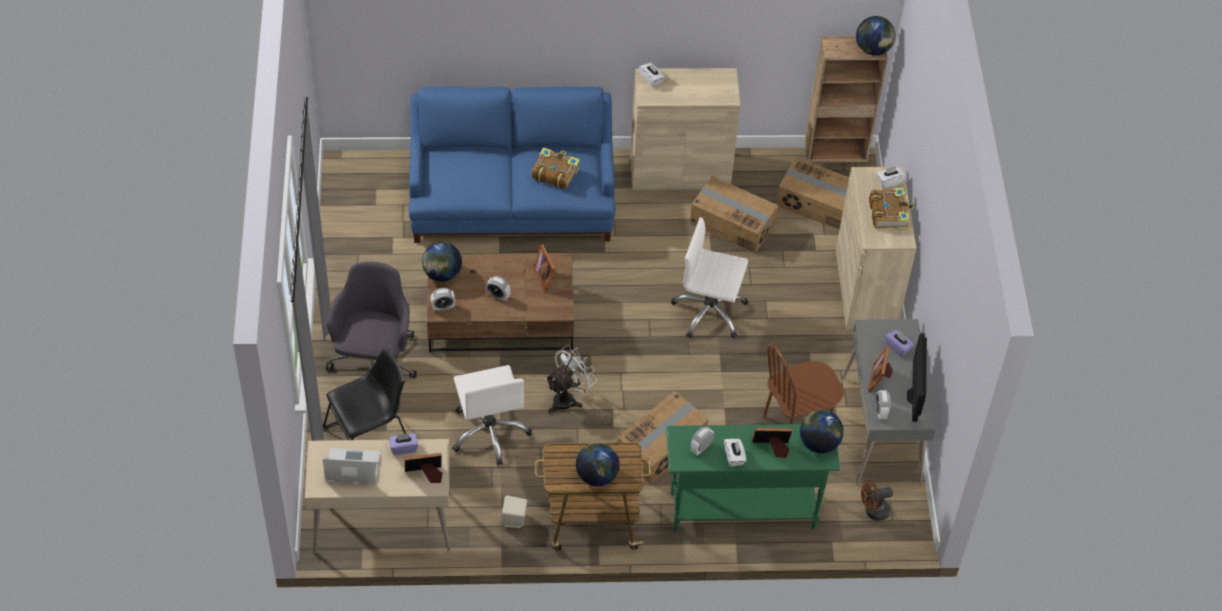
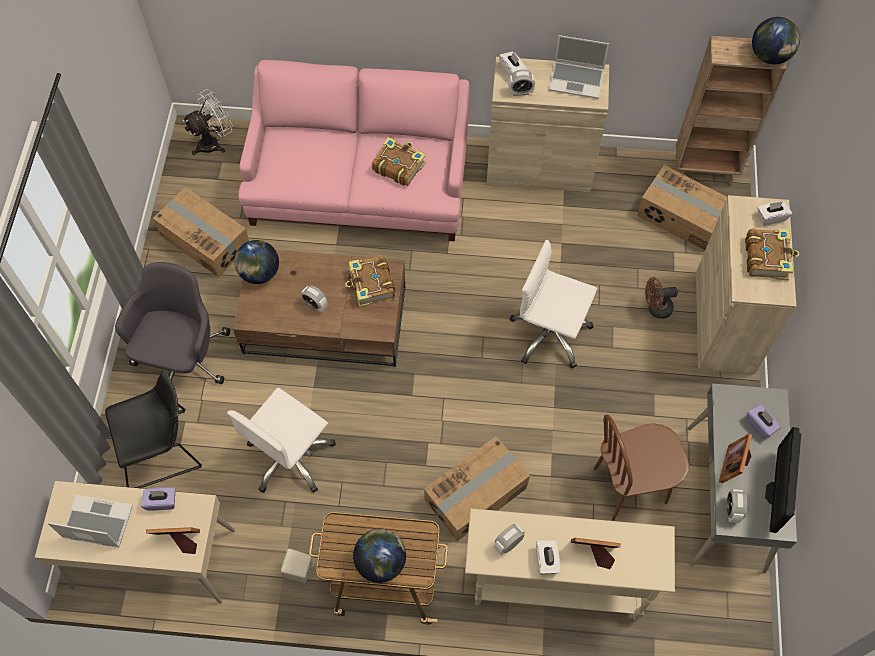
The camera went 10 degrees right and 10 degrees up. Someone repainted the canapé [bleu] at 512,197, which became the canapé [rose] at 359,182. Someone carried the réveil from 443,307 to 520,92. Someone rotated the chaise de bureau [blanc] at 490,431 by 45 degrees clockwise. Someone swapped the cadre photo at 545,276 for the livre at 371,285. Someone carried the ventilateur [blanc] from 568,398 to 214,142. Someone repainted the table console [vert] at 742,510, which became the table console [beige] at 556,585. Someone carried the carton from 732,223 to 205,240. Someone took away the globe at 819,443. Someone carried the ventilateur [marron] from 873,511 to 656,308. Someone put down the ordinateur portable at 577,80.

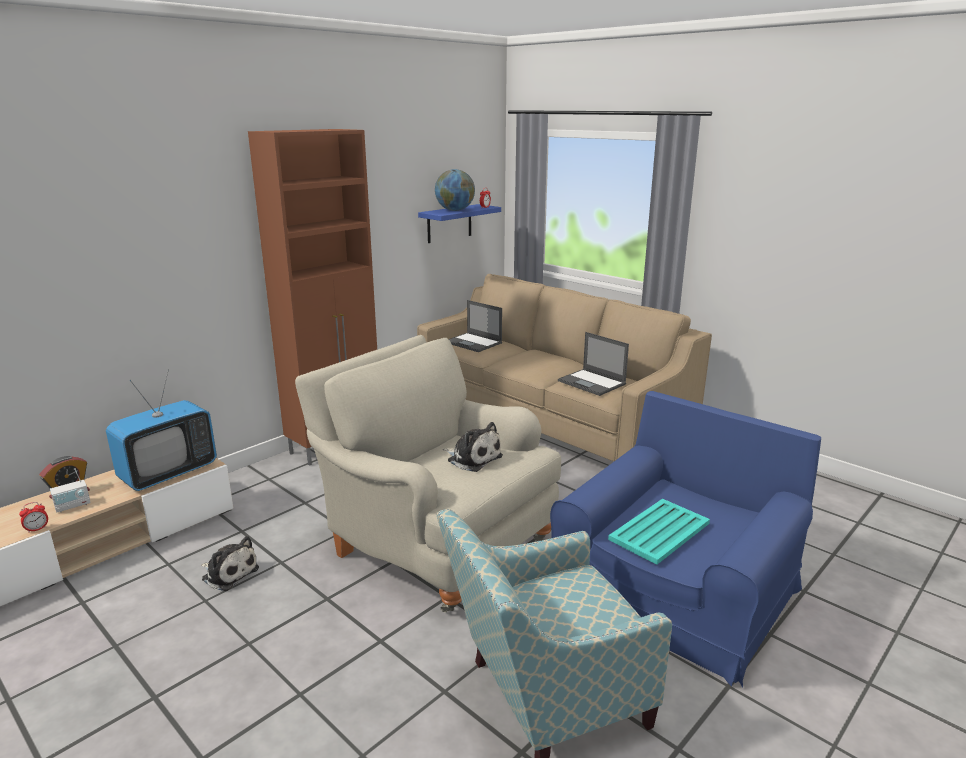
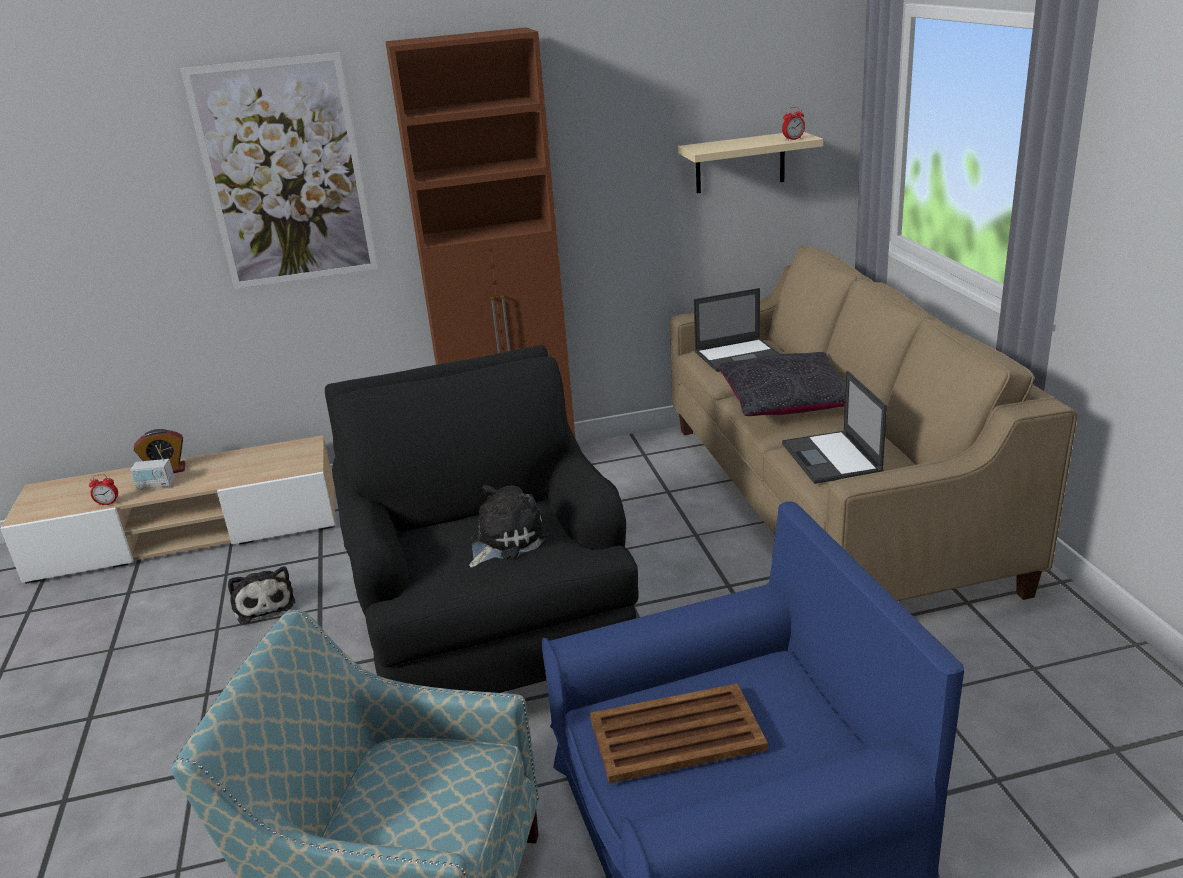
The camera went 35 degrees right and 5 degrees up. Someone took away the téléviseur at 168,473. Someone repainted the fauteuil [beige] at 435,543, which became the fauteuil [noir] at 494,640. Someone repainted the étagère [bleu] at 449,223, which became the étagère [beige] at 740,162. Someone took away the globe at 455,210. Someone rotated the peluche at 472,458 by 120 degrees counterclockwise. Someone rotated the ordinateur portable at 474,343 by 90 degrees counterclockwise. Someone repainted the plateau [turquoise] at 658,531, which became the plateau [marron] at 674,734. Someone put up the tableau at 285,174. Someone put down the coussin [noir] at 786,403.

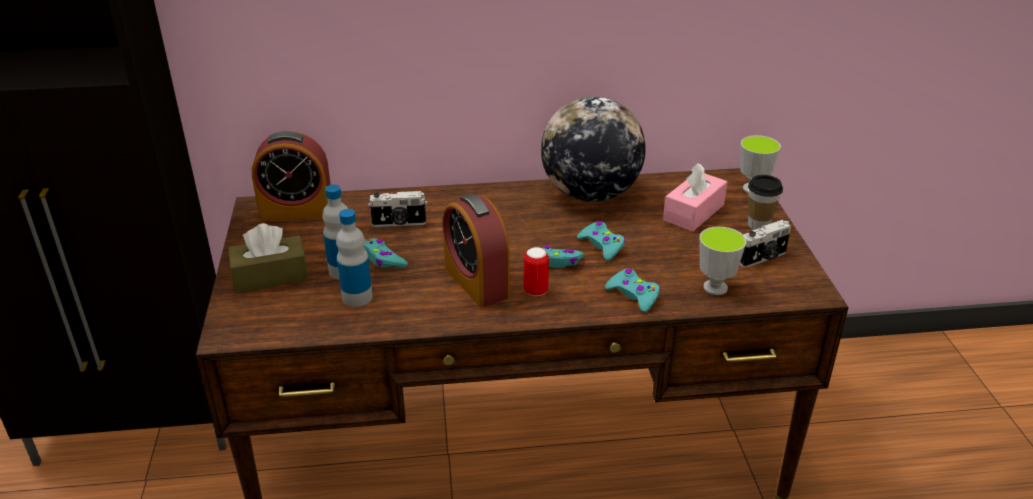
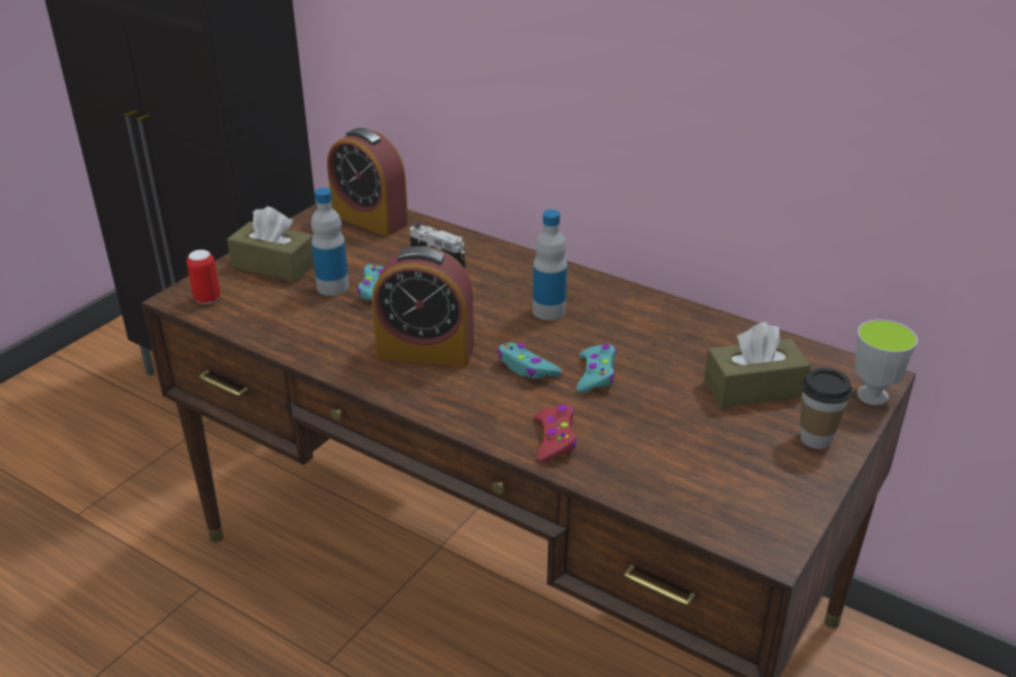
The camera went 40 degrees right and 0 degrees up. Someone carried the bouteille from 357,297 to 549,311. Someone rotated the réveil at 476,282 by 90 degrees counterclockwise. Someone carried the boîte métallique from 535,291 to 207,299. Someone took away the globe at 590,194. Someone repainted the manette [turquoise] at 633,295, which became the manette [rouge] at 554,439. Someone repainted the boîte à mouchoirs [rose] at 693,212, which became the boîte à mouchoirs [marron] at 754,388. Someone took away the tasse at 715,287. Someone took away the appareil photo at 763,258.

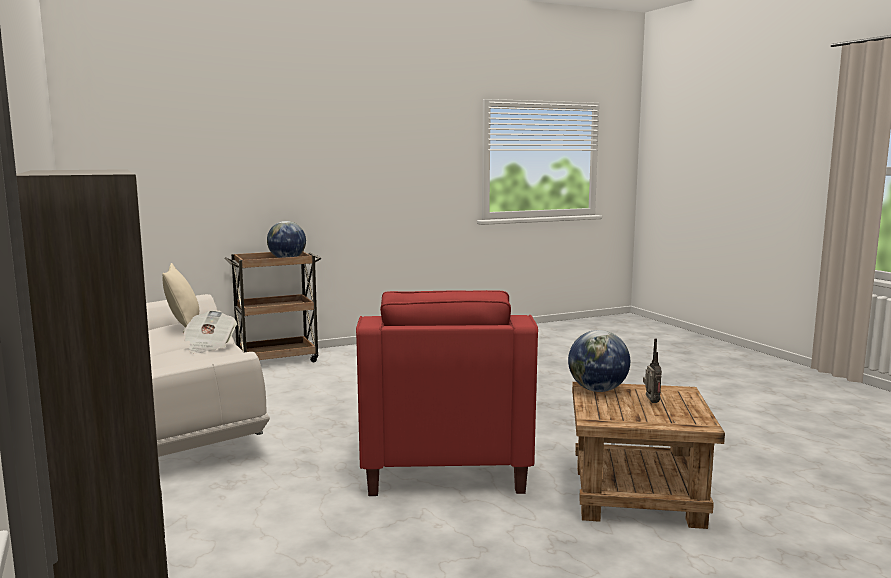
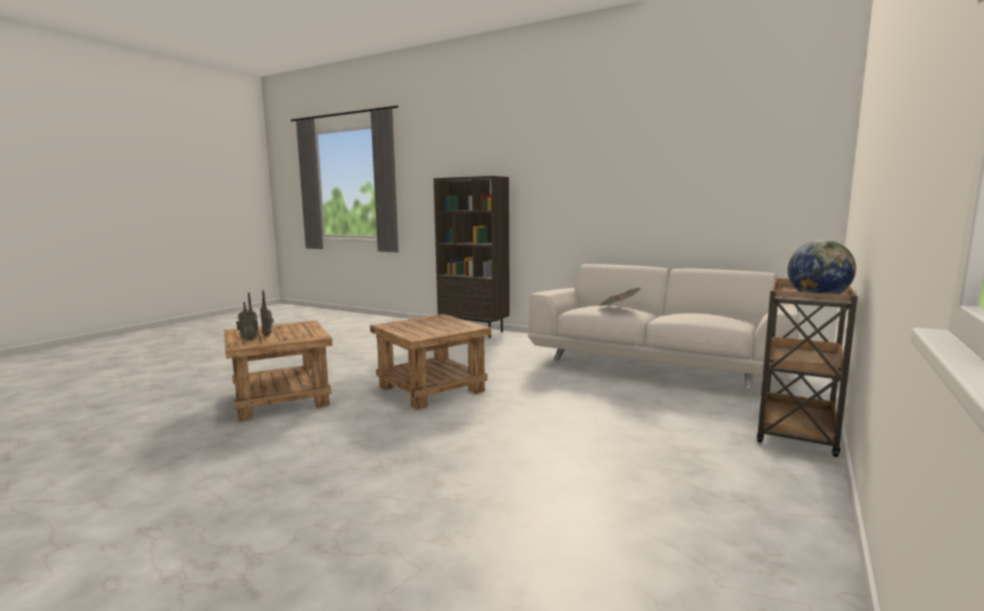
The camera went 145 degrees right and 0 degrees up. Someone took away the coussin [beige] at 184,327. Someone swapped the fauteuil [rouge] at 443,459 for the table d'appoint [marron] at 431,388. Someone took away the globe at 597,390. Someone put down the radio at 249,339.

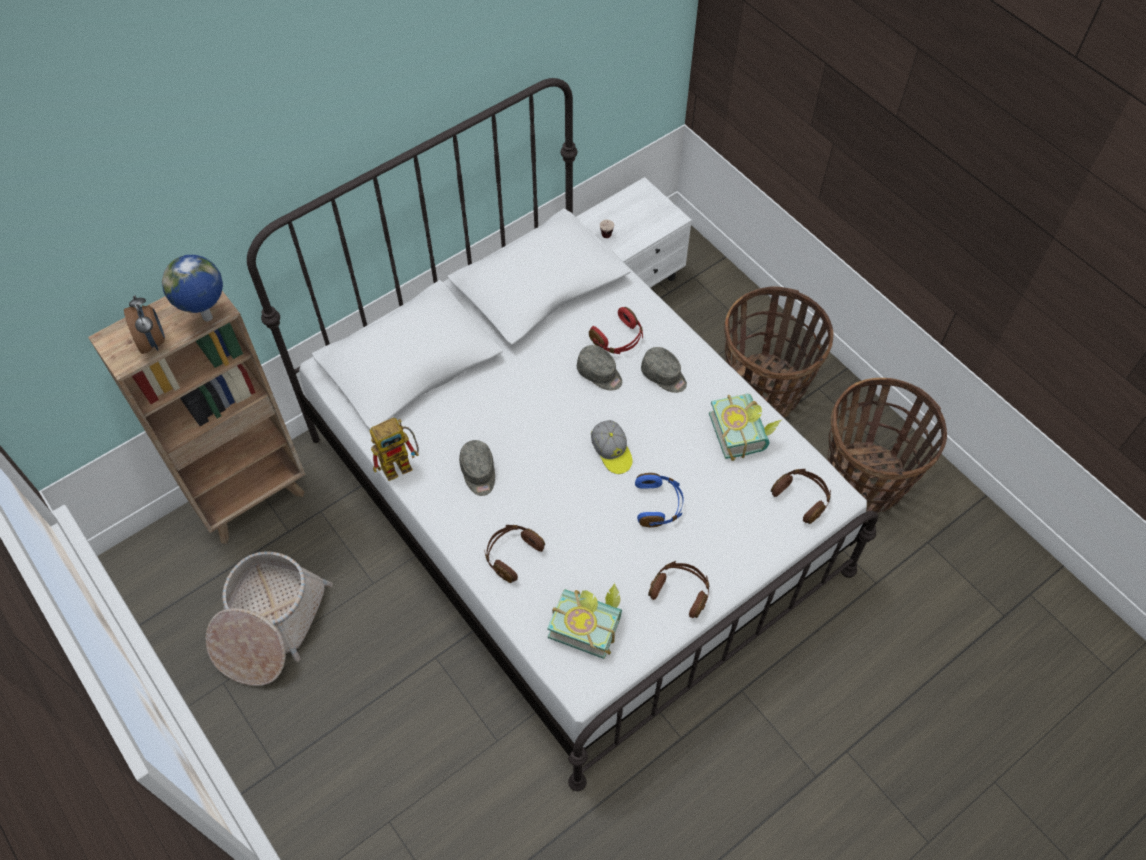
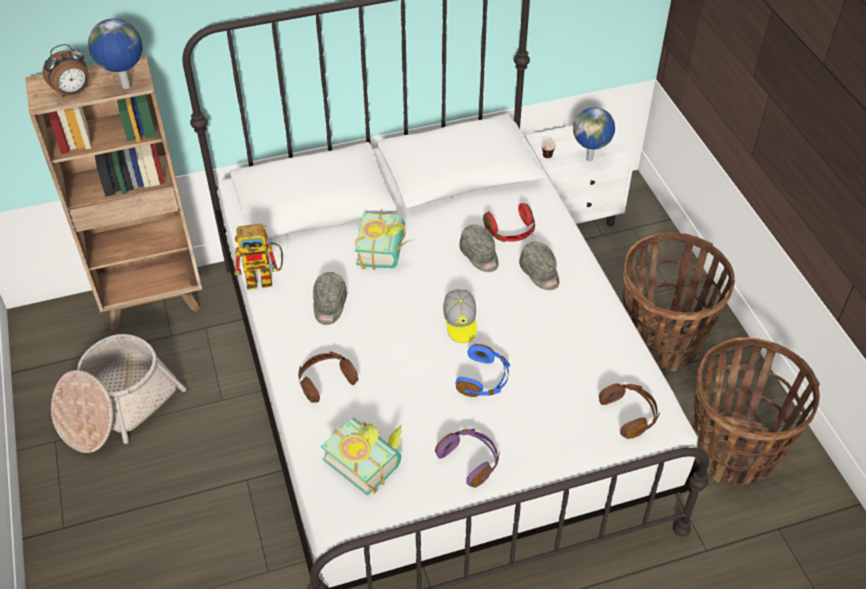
The camera went 20 degrees right and 10 degrees down. Someone rotated the réveil at 153,341 by 60 degrees clockwise. Someone repainted the casque audio [marron] at 680,591, which became the casque audio [violet] at 470,460. Someone carried the livre from 743,432 to 387,251. Someone put down the globe at 590,159.

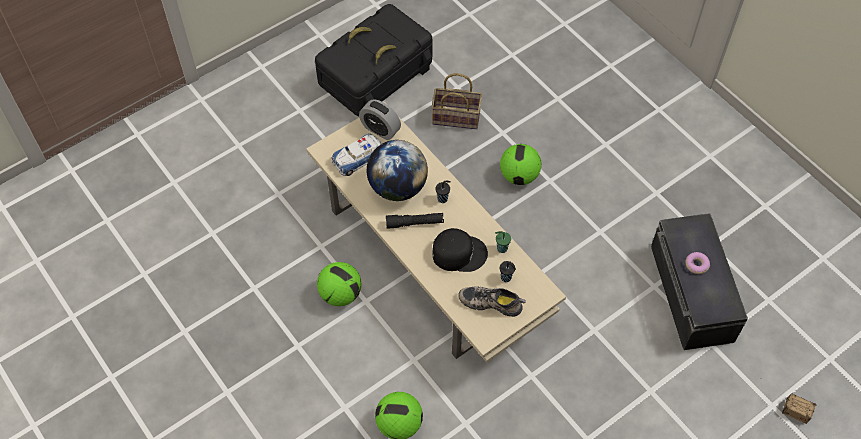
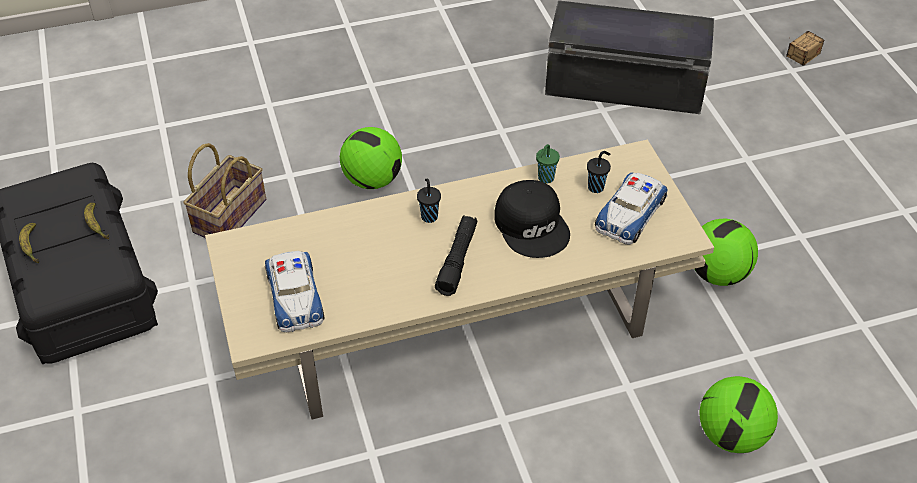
The camera went 70 degrees left and 10 degrees down. Someone carried the ballon de foot from 341,294 to 718,273. Someone took away the réveil at 380,129. Someone took away the globe at 397,187. Someone rotated the casquette [noir] at 458,252 by 135 degrees clockwise. Someone swapped the chaussure at 491,302 for the petite voiture at 630,213. Someone took away the beignet at 697,265.

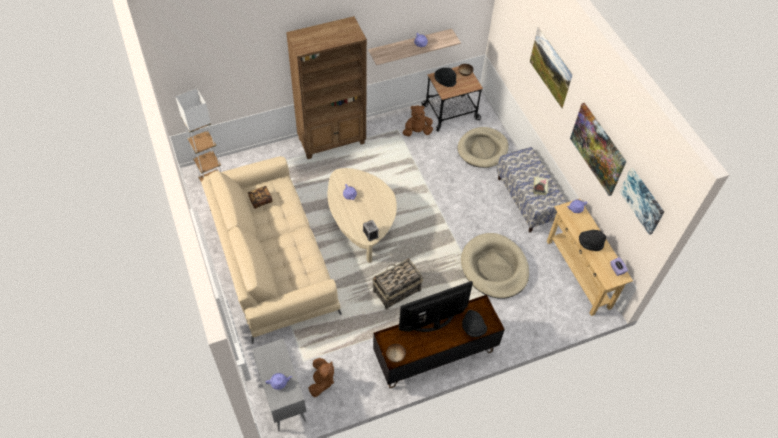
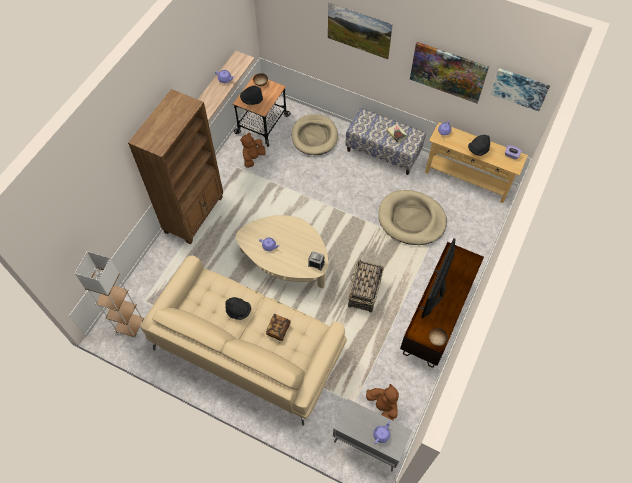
The camera went 40 degrees left and 5 degrees up. Someone carried the livre from 260,200 to 278,329. Someone carried the chapeau [noir] from 473,328 to 238,311.

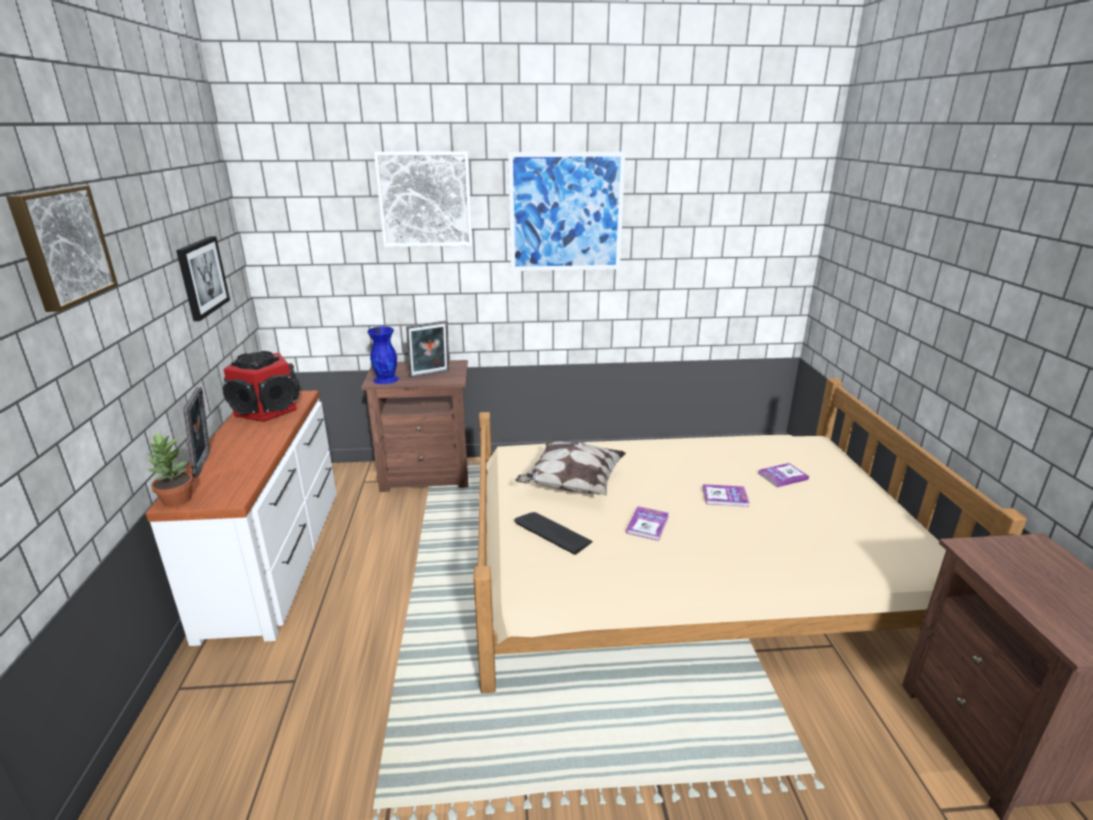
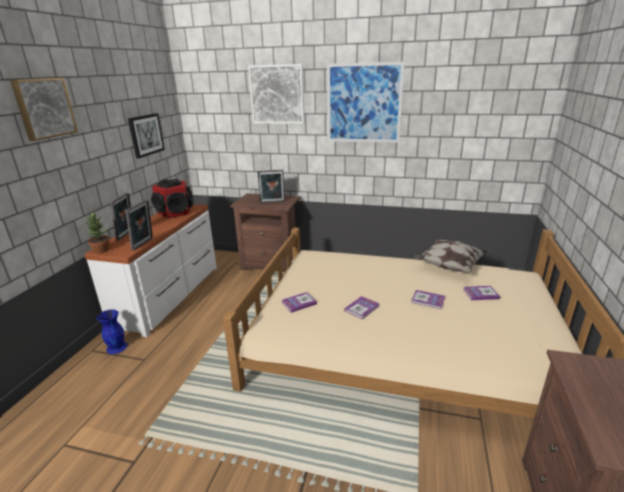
The camera went 20 degrees right and 0 degrees up. Someone carried the vase [bleu] from 386,379 to 117,347. Someone swapped the clavier at 553,533 for the livre at 299,303. Someone carried the coussin from 572,484 to 449,266. Someone put down the cadre photo at 144,244.

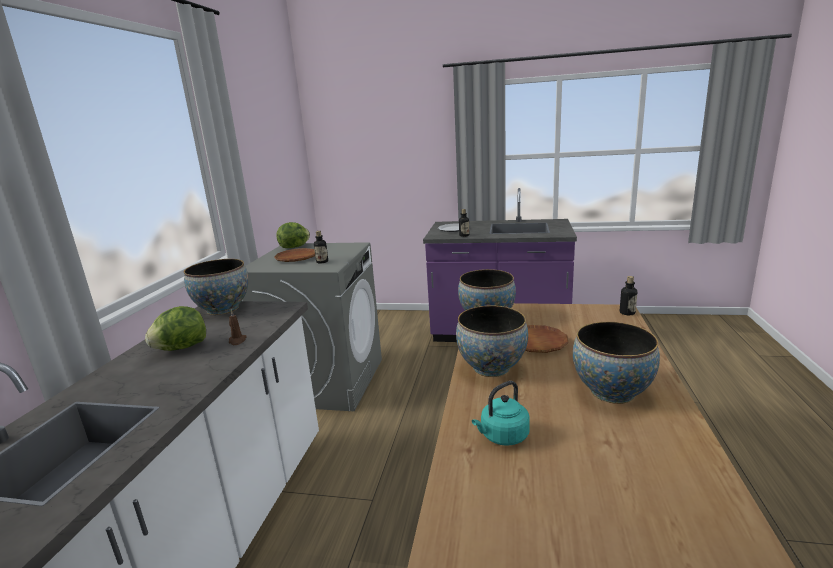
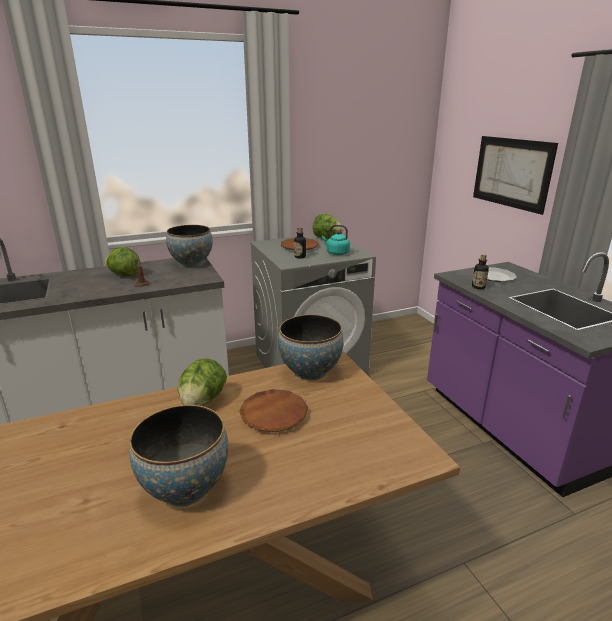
The camera went 55 degrees right and 5 degrees up. Someone swapped the bol at 491,367 for the laitue at 203,401. Someone carried the bouilloire [turquoise] from 502,437 to 336,253. Someone took away the bouteille at 627,313. Someone put up the tableau at 511,173.

